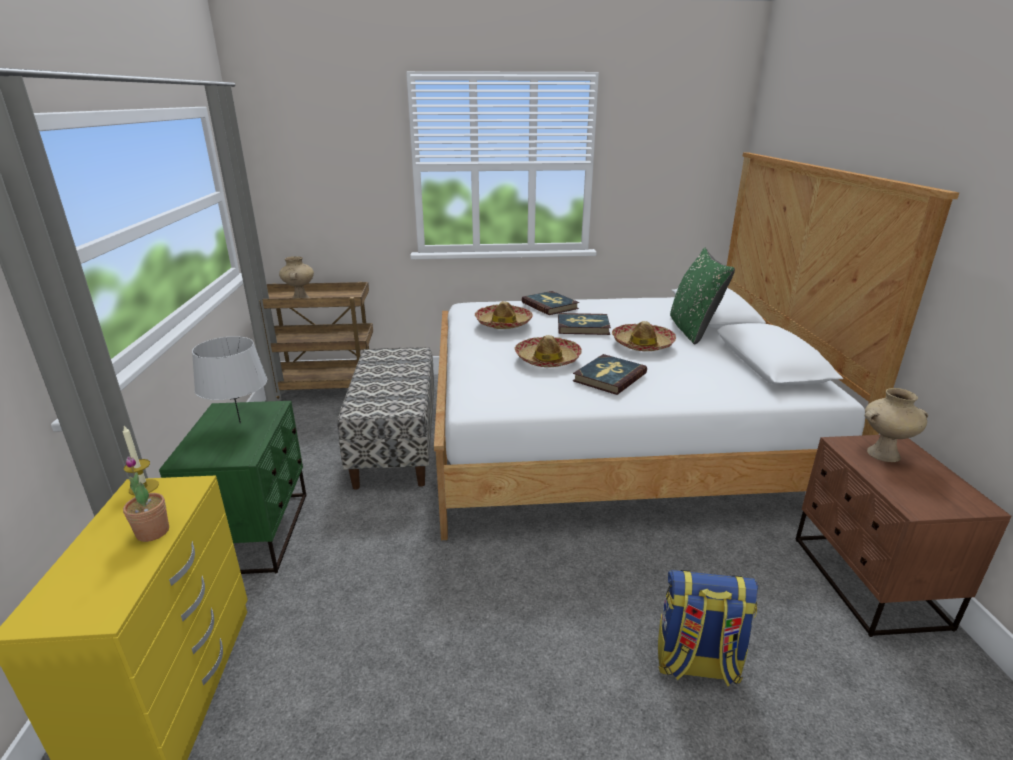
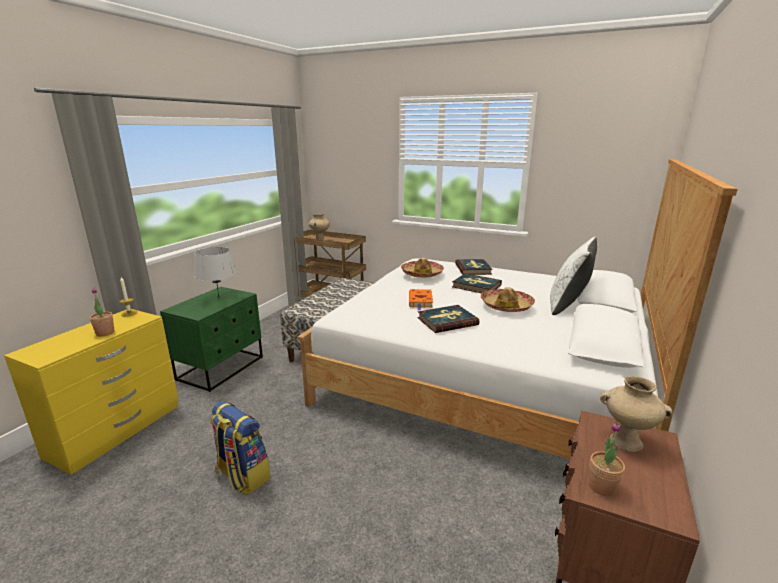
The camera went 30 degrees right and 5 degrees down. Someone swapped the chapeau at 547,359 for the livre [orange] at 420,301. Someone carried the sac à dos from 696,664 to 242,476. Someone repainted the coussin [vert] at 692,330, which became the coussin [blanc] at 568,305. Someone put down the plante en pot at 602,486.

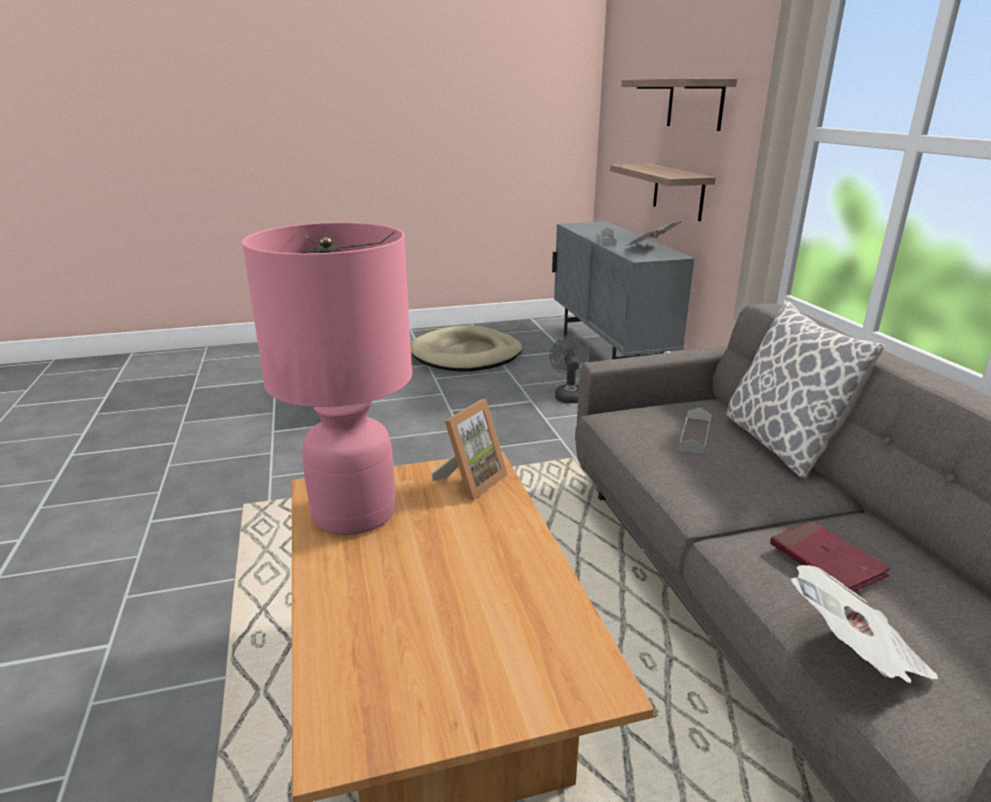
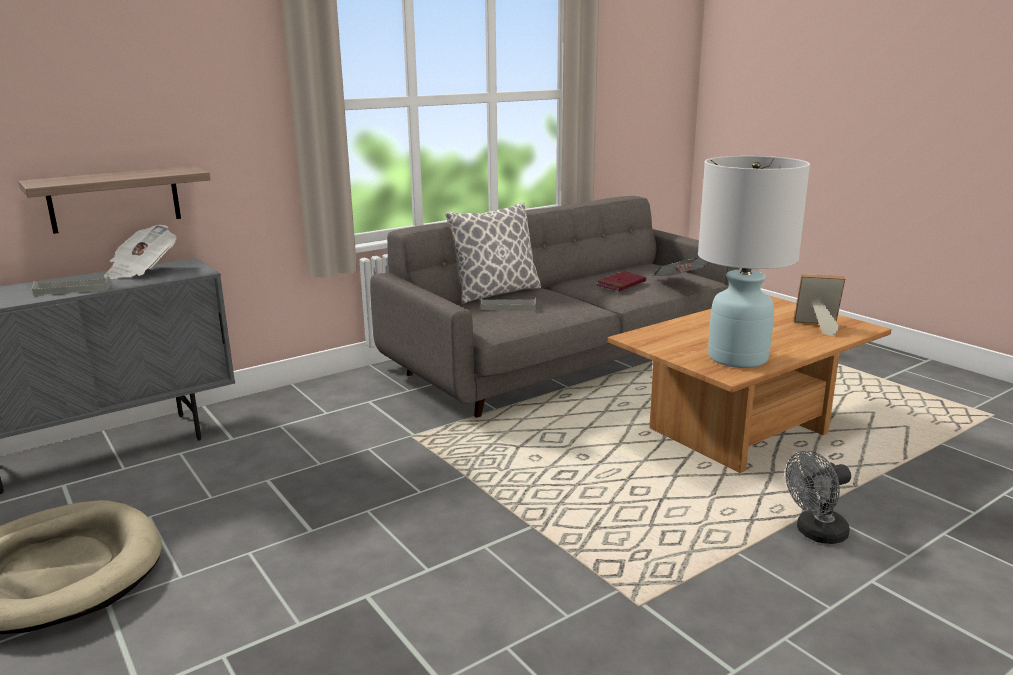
The camera went 110 degrees left and 5 degrees down. Someone repainted the lampe de table [rose] at 354,513, which became the lampe de table [blanc] at 738,358. Someone carried the cadre photo from 471,481 to 816,327. Someone carried the ventilateur [gris] from 568,395 to 815,533. Someone took away the étagère at 695,104.

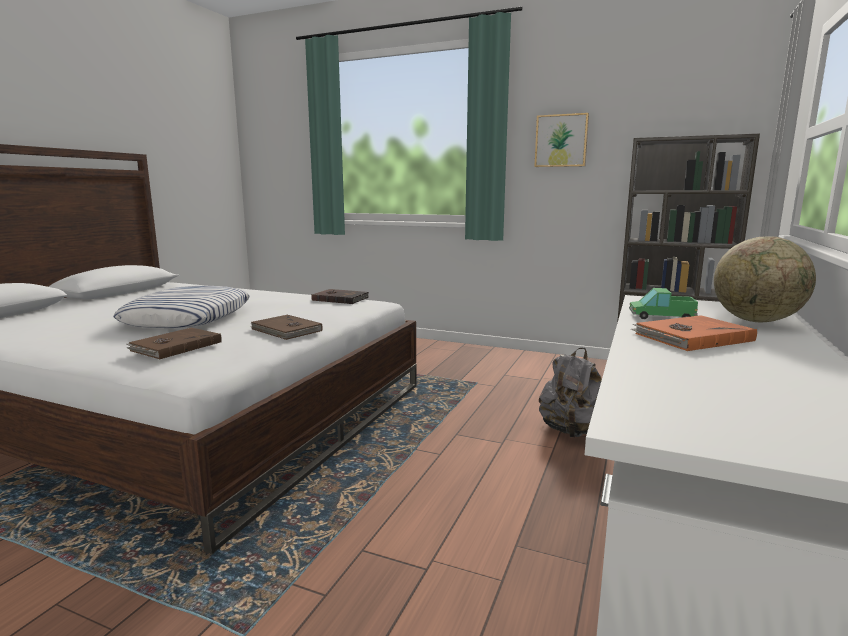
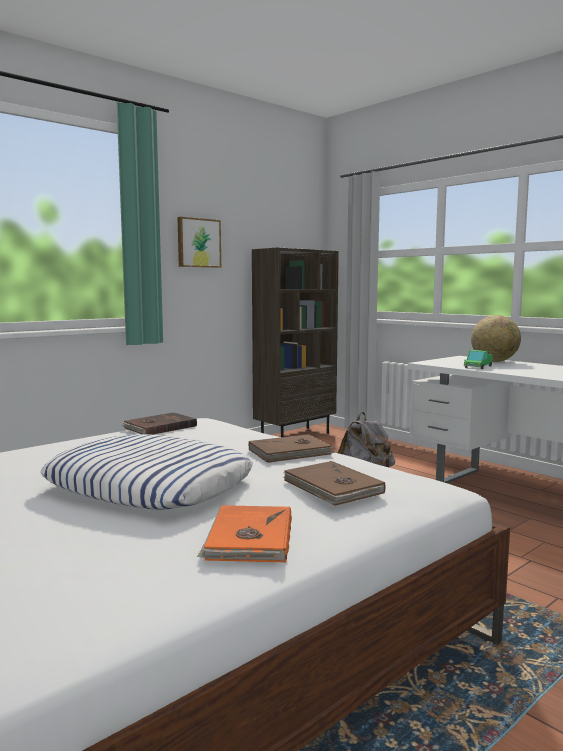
The camera went 65 degrees left and 5 degrees down. Someone carried the livre [orange] from 691,337 to 248,538.

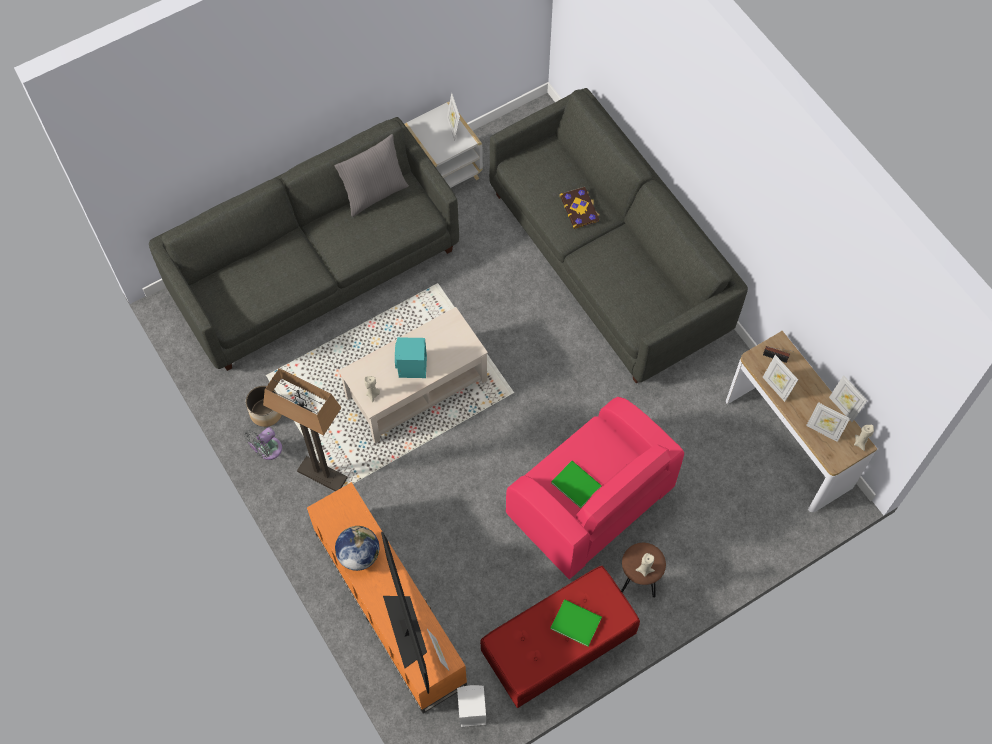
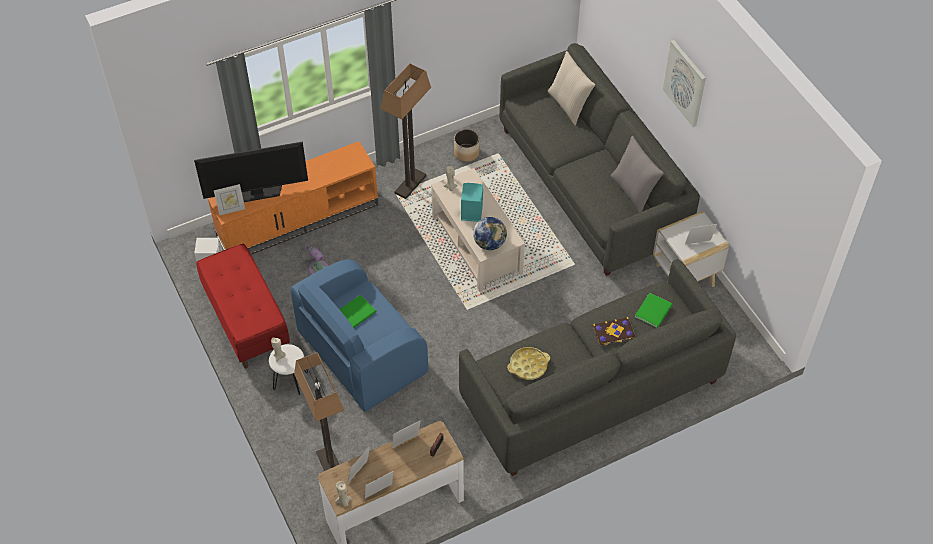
The camera went 95 degrees right and 10 degrees down. Someone carried the ventilateur [gris] from 267,450 to 317,267. Someone carried the globe from 358,555 to 489,243. Someone repainted the fauteuil [rose] at 590,503, which became the fauteuil [bleu] at 361,353. Someone carried the livre [vert] from 575,621 to 654,310. Someone repainted the tabouret [marron] at 638,578, which became the tabouret [blanc] at 290,380. Someone put down the lampadaire at 330,467. Someone put down the plateau [jaune] at 528,365. Someone put down the coussin [beige] at 569,105. Someone put up the tableau at 685,83.

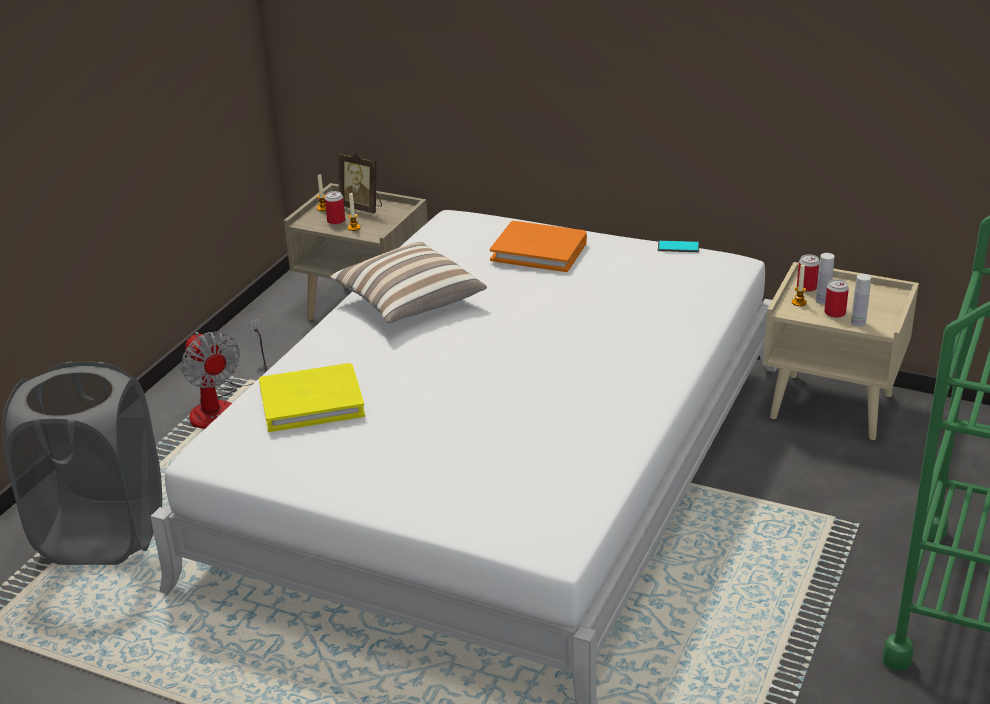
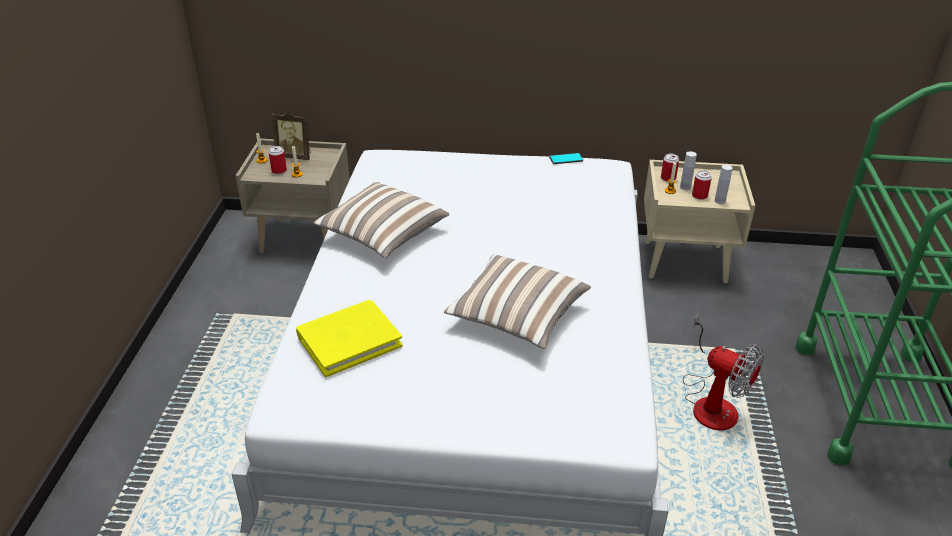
The camera went 20 degrees left and 5 degrees up. Someone took away the panier à linge [gris] at 101,534. Someone carried the ventilateur from 223,406 to 711,402. Someone took away the livre [orange] at 539,251. Someone put down the coussin at 517,317.

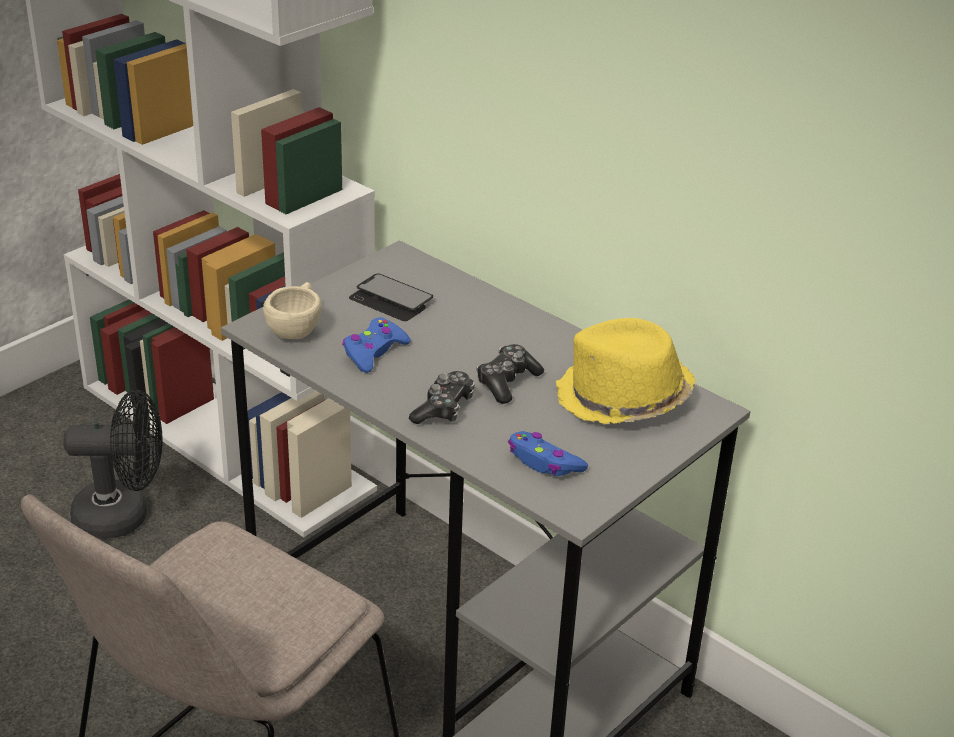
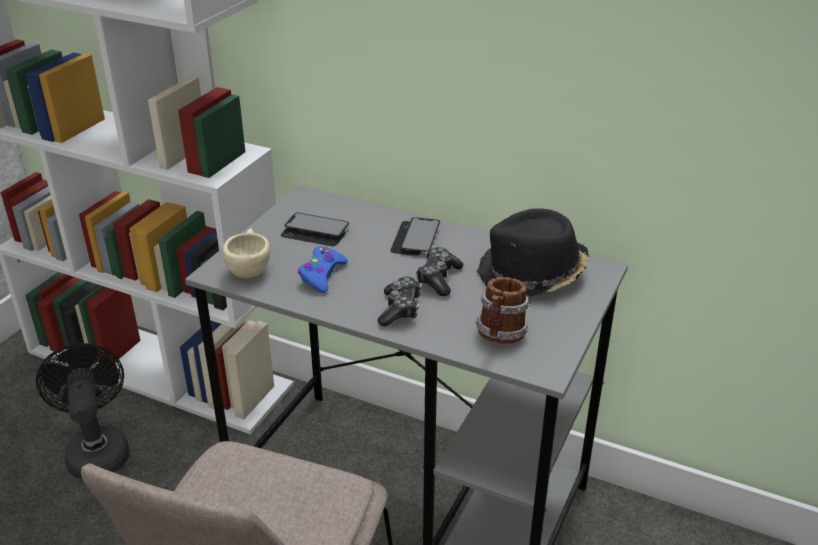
The camera went 15 degrees left and 0 degrees up. Someone rotated the ventilateur [noir] at 124,516 by 90 degrees counterclockwise. Someone swapped the manette [bleu] at 544,462 for the mug at 501,336. Someone repainted the chapeau [jaune] at 622,399, which became the chapeau [noir] at 531,274. Someone put down the téléphone at 415,238.

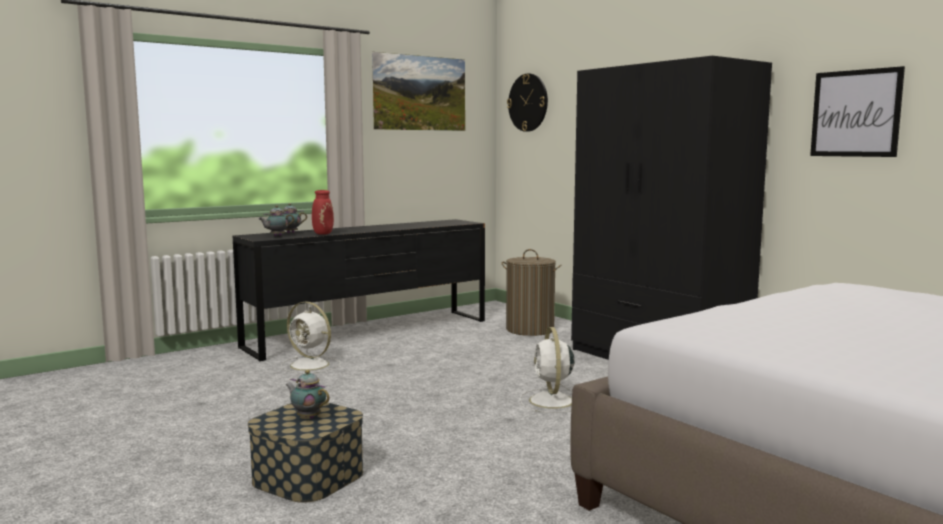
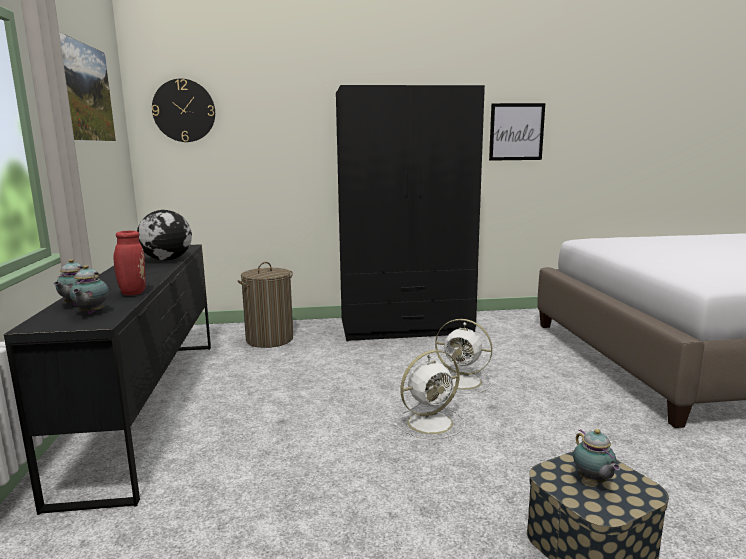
The camera went 60 degrees left and 5 degrees up. Someone carried the ventilateur [blanc] from 311,365 to 431,422. Someone rotated the théière at 308,417 by 75 degrees counterclockwise. Someone put down the globe at 167,260.

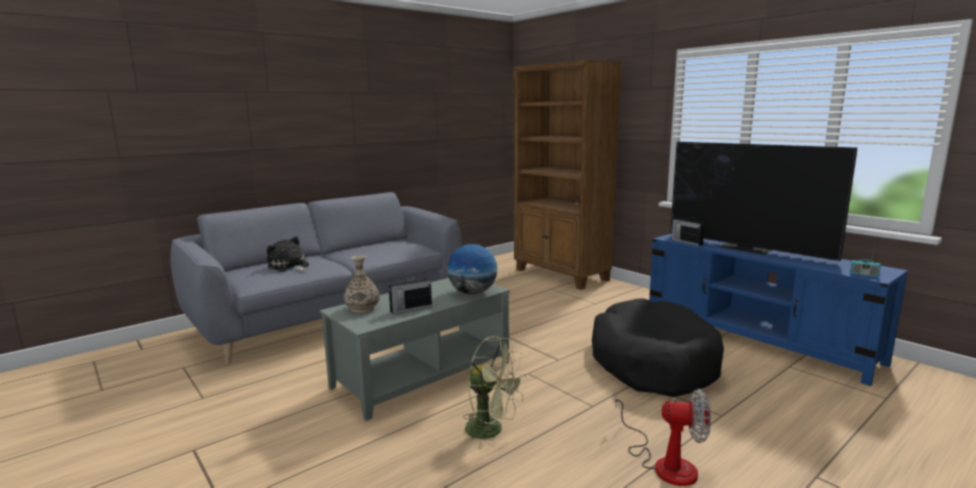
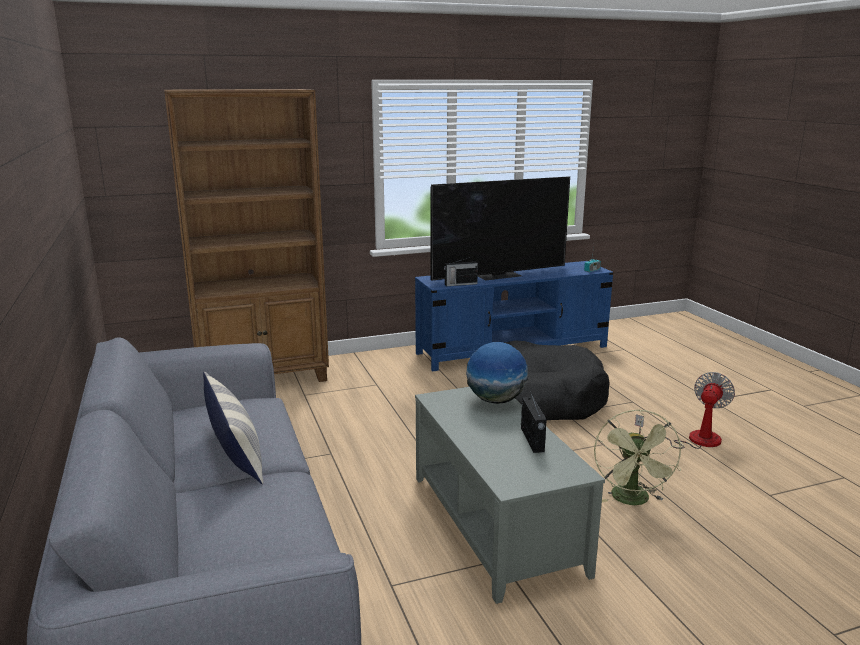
The camera went 70 degrees left and 5 degrees up. Someone took away the peluche at 289,267. Someone took away the vase at 362,308. Someone rotated the ventilateur [vert] at 492,430 by 135 degrees clockwise. Someone put down the coussin at 235,451.

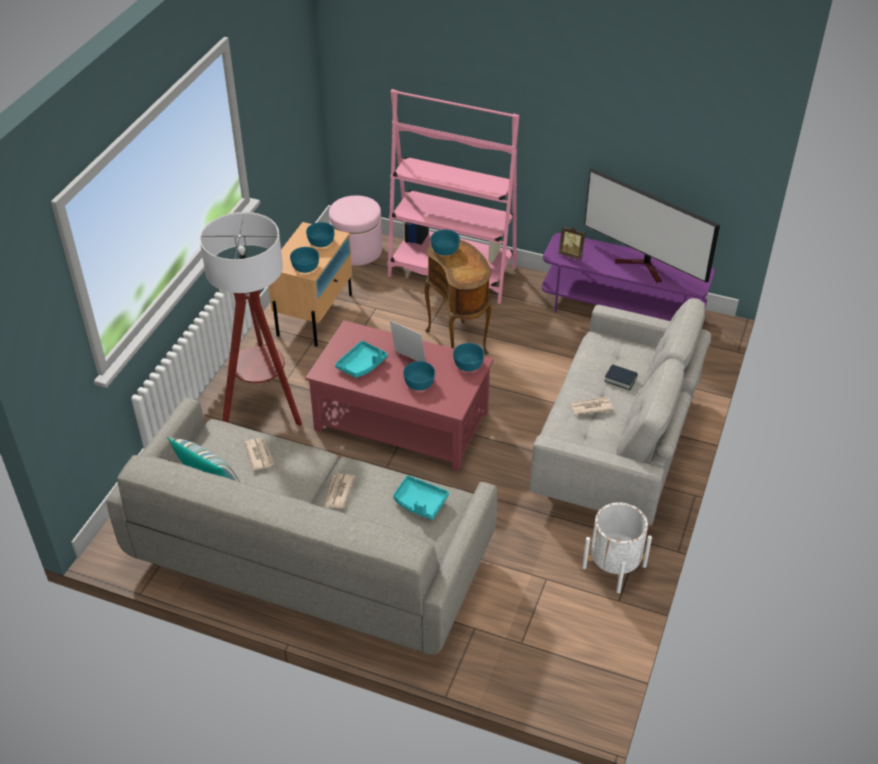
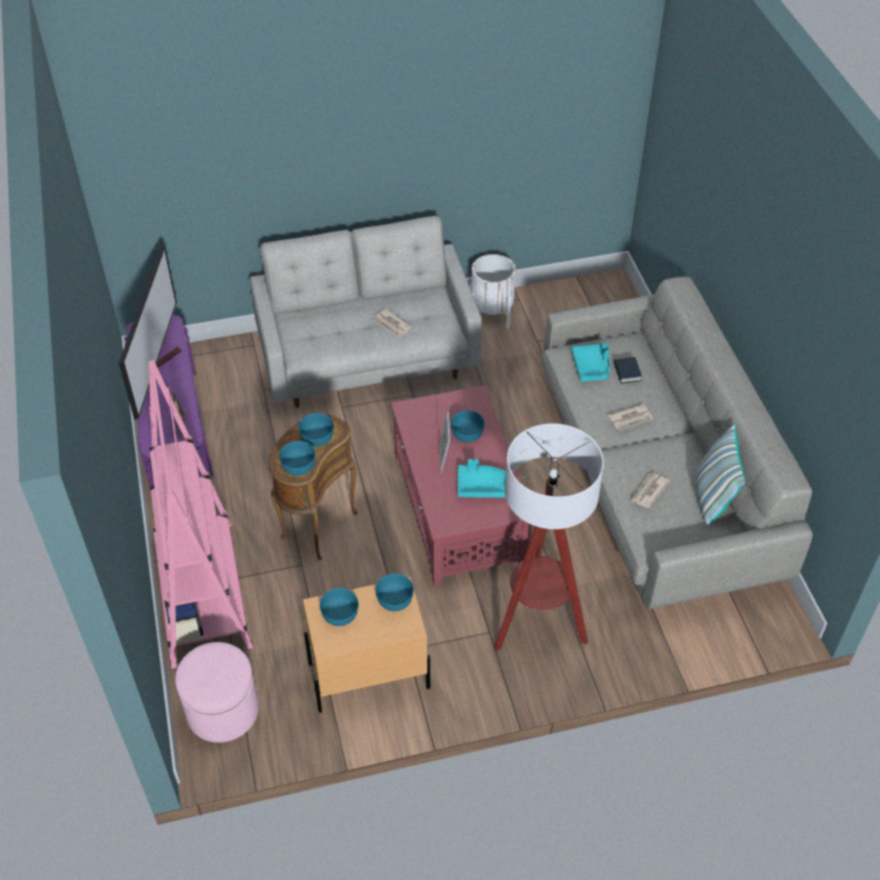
The camera went 125 degrees left and 5 degrees up. Someone carried the bol [turquoise] from 468,364 to 317,437. Someone carried the livre from 620,379 to 627,373.

